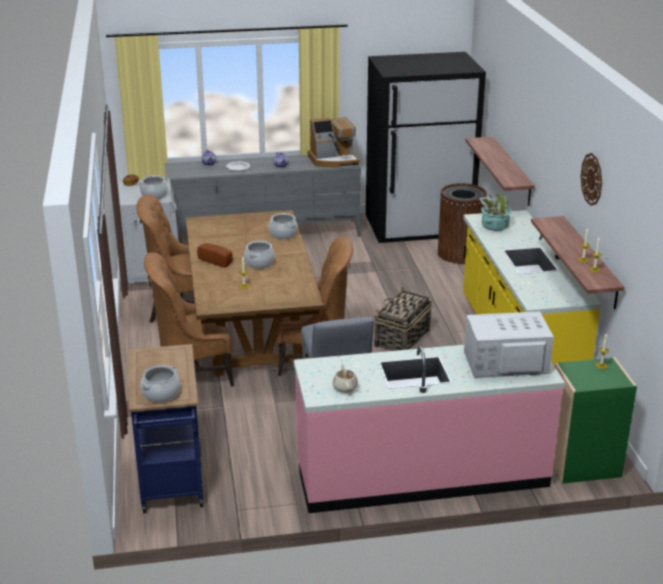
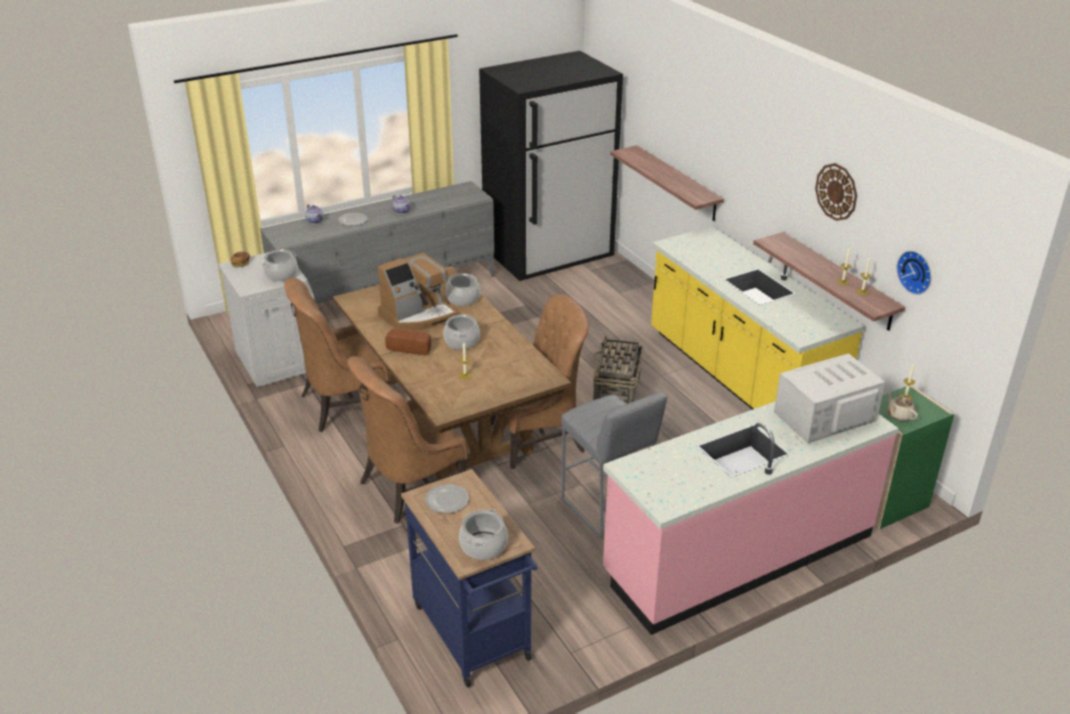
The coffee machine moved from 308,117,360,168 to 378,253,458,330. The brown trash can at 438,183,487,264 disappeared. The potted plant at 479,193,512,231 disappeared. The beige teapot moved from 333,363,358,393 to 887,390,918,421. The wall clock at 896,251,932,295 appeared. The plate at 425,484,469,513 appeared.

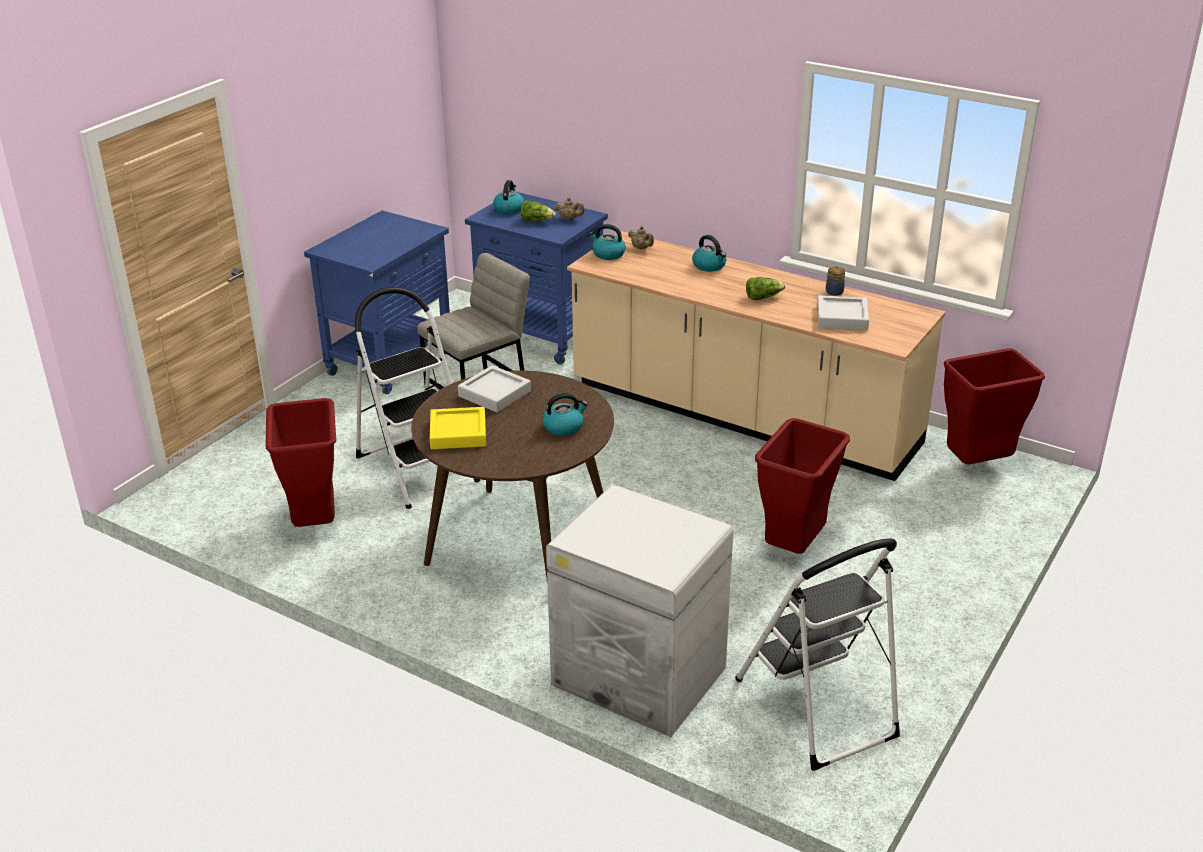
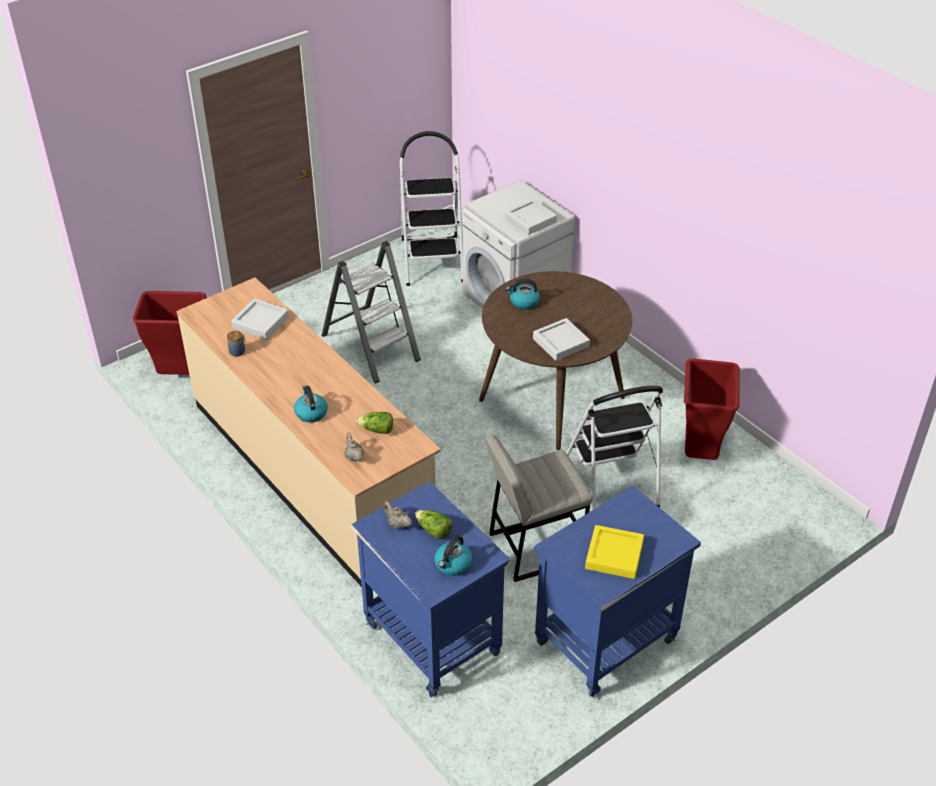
The kettle at 588,224,626,260 disappeared. The lettuce moved from 746,277,785,300 to 356,412,393,434. The yellow tray moved from 430,407,486,449 to 585,525,644,579. The red trash can at 755,418,850,554 was replaced by the grey step ladder at 321,241,421,384. The grey tray at 505,199,557,235 appeared.

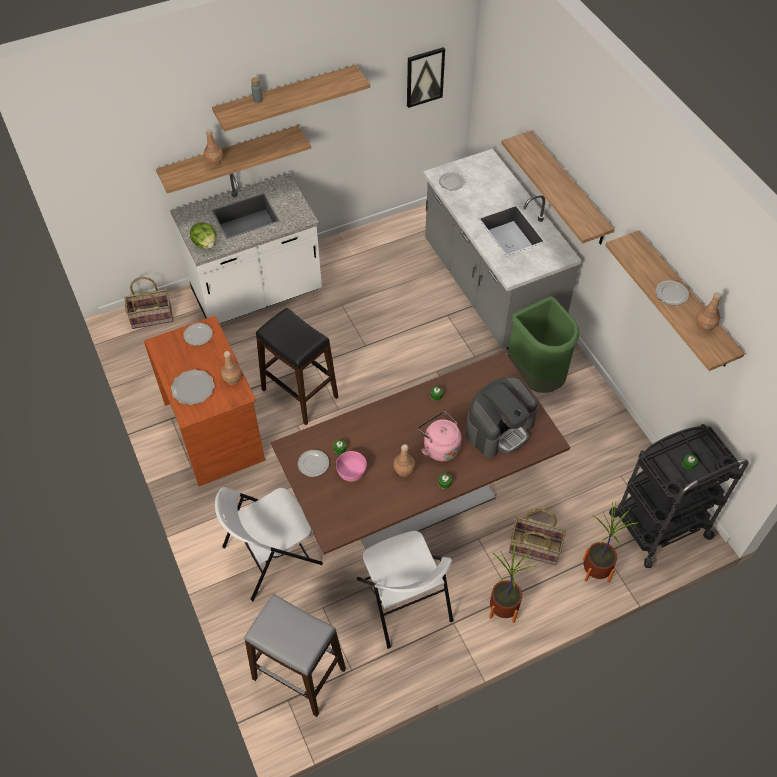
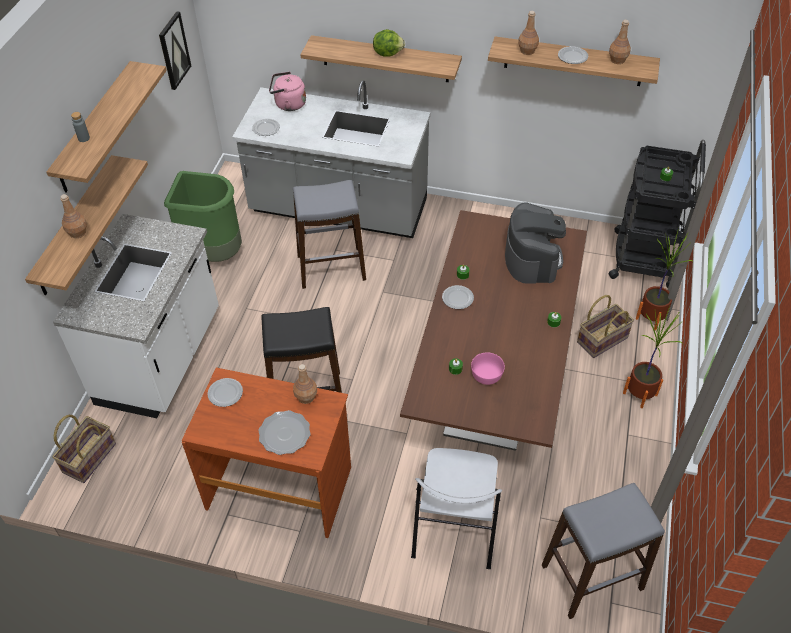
The lettuce moved from 190,222,216,249 to 373,29,405,57. The green trash can moved from 507,296,579,393 to 164,171,242,262. The pink kettle moved from 418,411,462,461 to 269,72,306,111. The brown bottle moved from 394,444,415,477 to 518,11,539,55. The plate moved from 298,450,329,477 to 442,285,474,309. The white chair at 356,531,454,649 disappeared. The grey stool at 293,180,366,289 appeared.

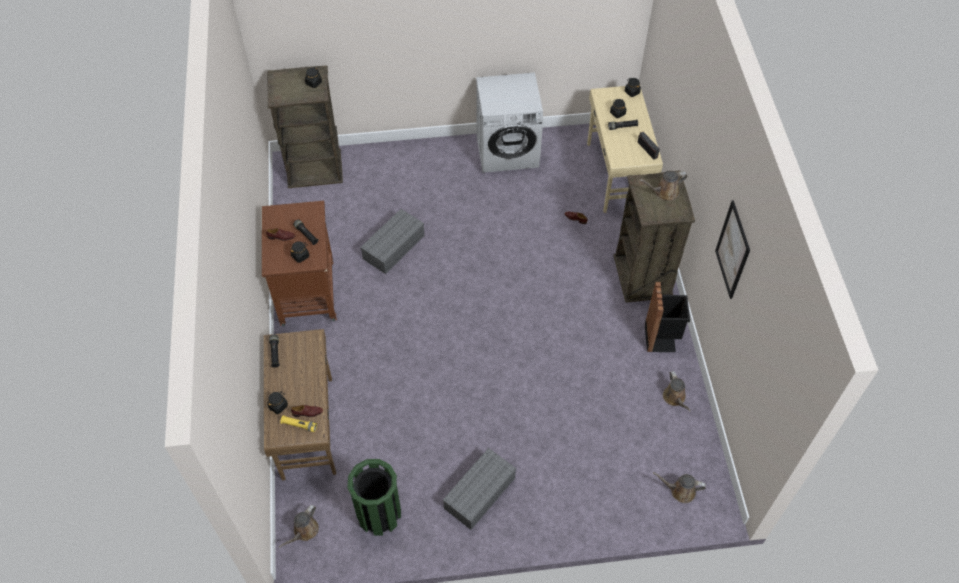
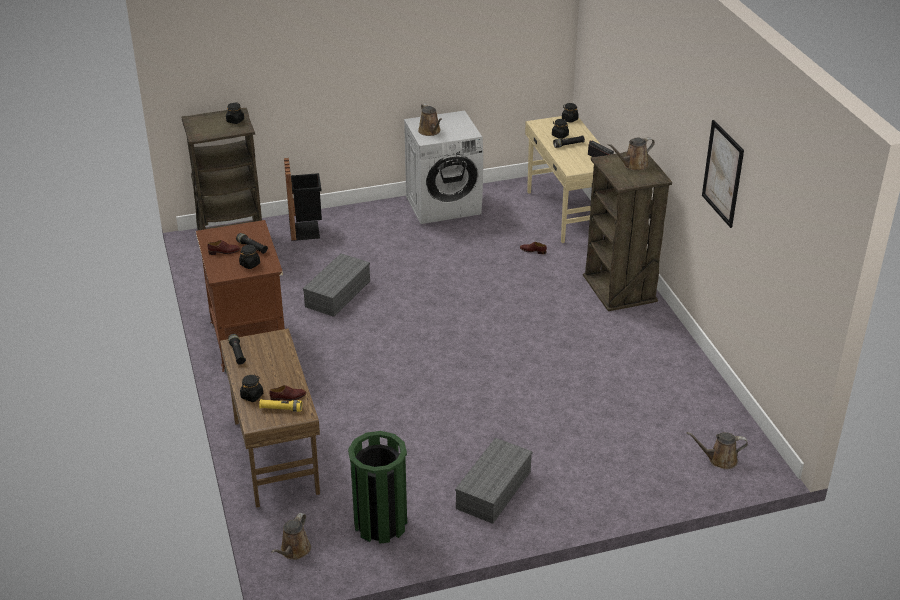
The black trash can moved from 645,282,690,352 to 284,158,322,241. The brown watering can moved from 663,371,691,412 to 418,103,442,136.

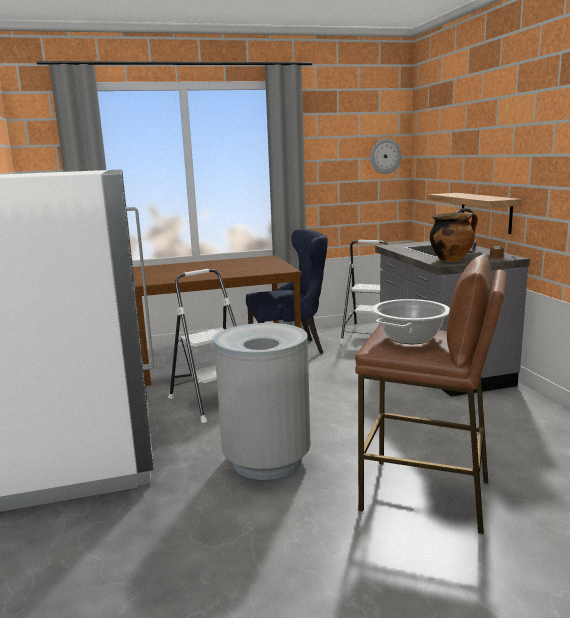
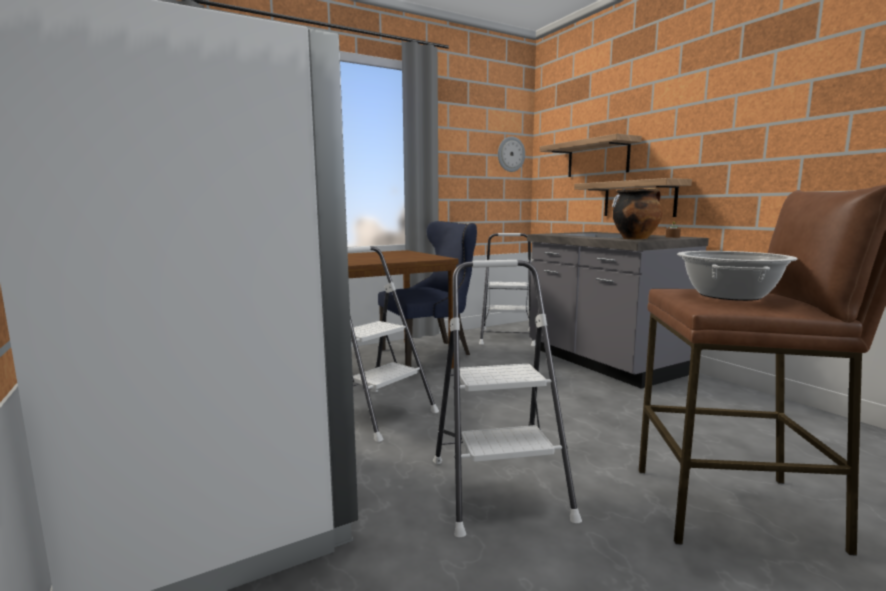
The grey trash can at 214,323,311,480 was replaced by the white step ladder at 433,260,582,538. The shelf at 540,134,642,177 appeared.

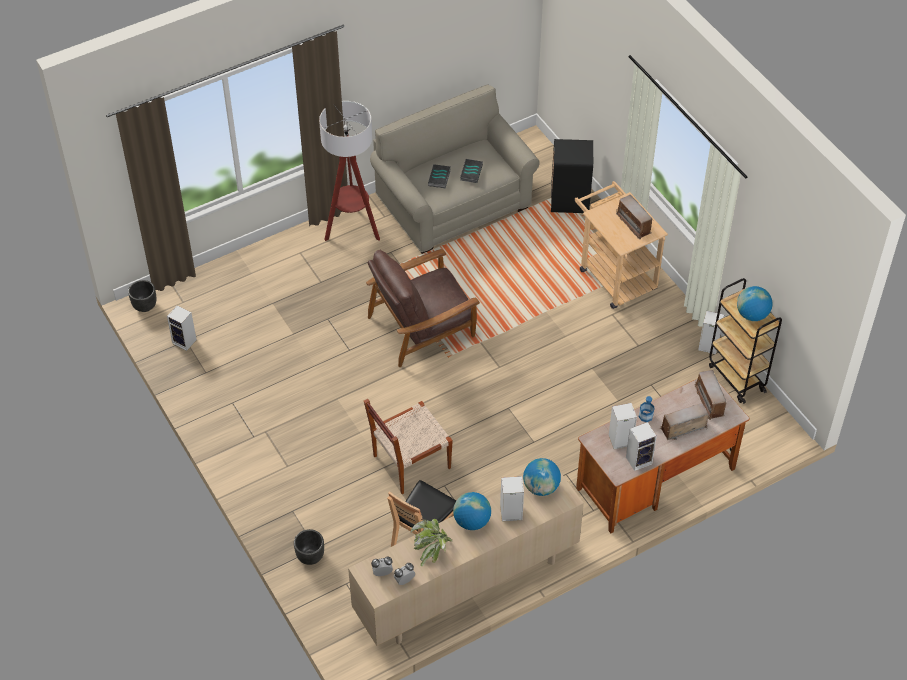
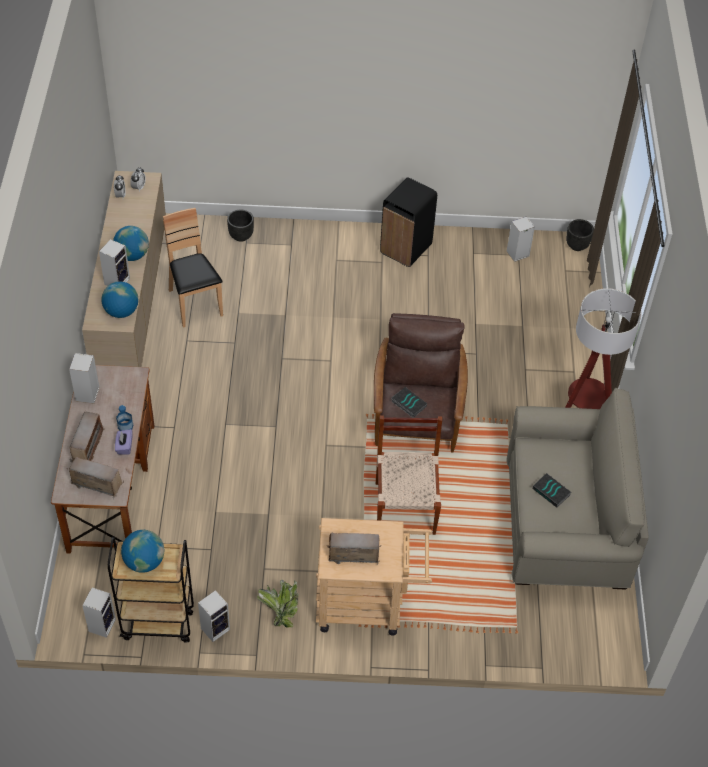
The black trash can moved from 551,139,593,213 to 380,177,437,267. The book moved from 428,164,451,188 to 391,387,427,418. The chair moved from 364,399,452,494 to 376,415,442,535. The speaker moved from 609,403,637,450 to 82,587,116,638. The potted plant moved from 411,519,452,566 to 257,580,299,628. The purple tissue box at 115,429,132,455 appeared.

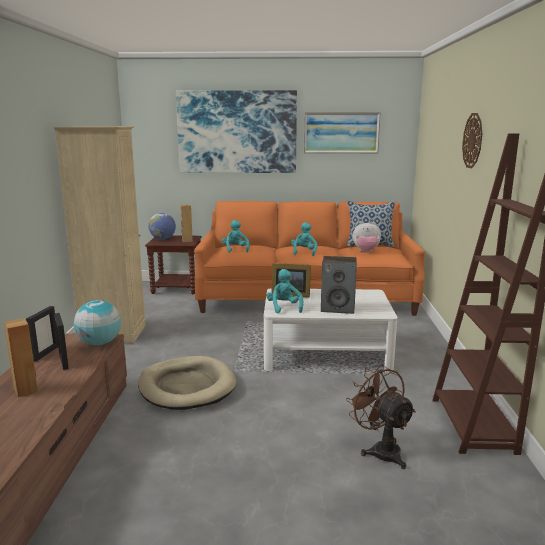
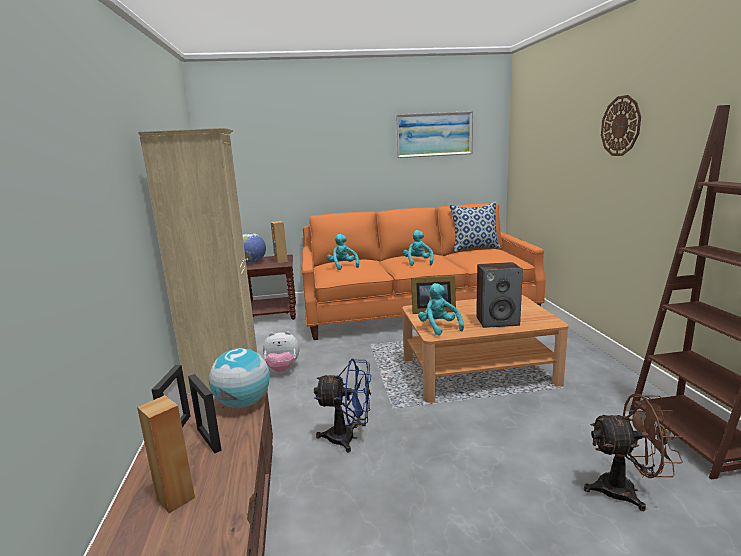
The picture at 176,90,297,173 disappeared. The plush toy moved from 353,222,381,252 to 263,331,299,372. The white coffee table at 263,288,398,373 became the brown coffee table at 402,295,569,403. The beige dog bed at 138,356,236,410 was replaced by the blue fan at 314,359,371,453. The brown fan at 346,365,416,469 turned 135 degrees clockwise.

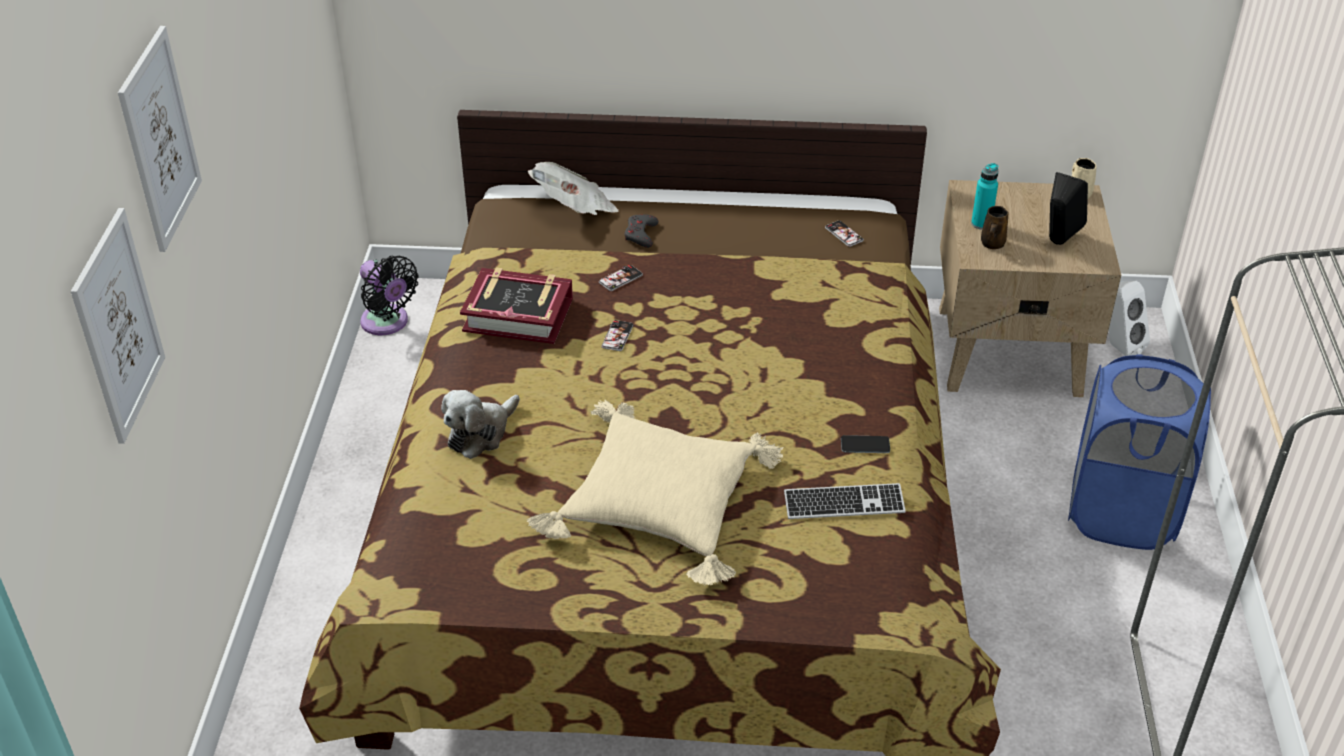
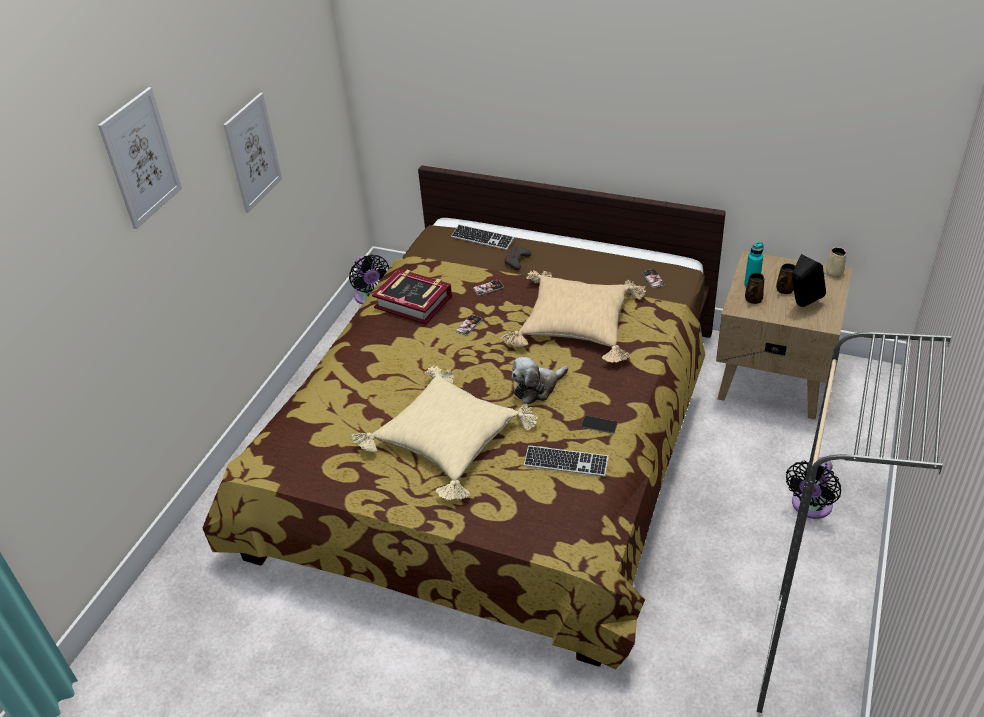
The newspaper at 528,162,619,215 was replaced by the keyboard at 451,224,514,250. The picture moved from 71,208,165,444 to 223,93,282,213. The white speaker at 1109,281,1150,356 disappeared. The blue laundry basket at 1068,355,1211,550 was replaced by the black fan at 786,457,841,519. The plush toy moved from 441,390,520,459 to 512,357,568,404. The brown mug at 776,263,795,294 appeared. The beige pillow at 501,270,646,363 appeared.

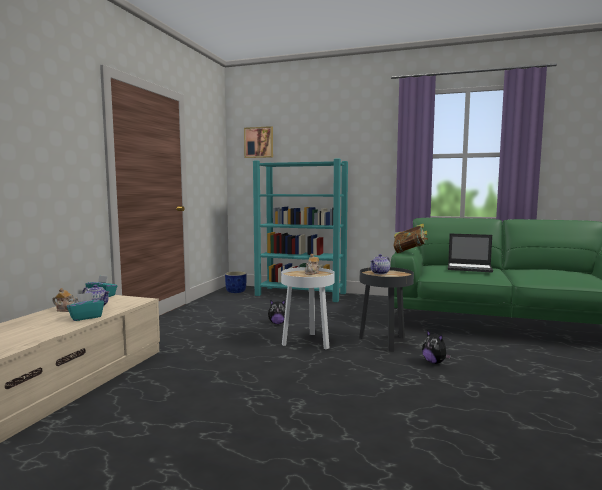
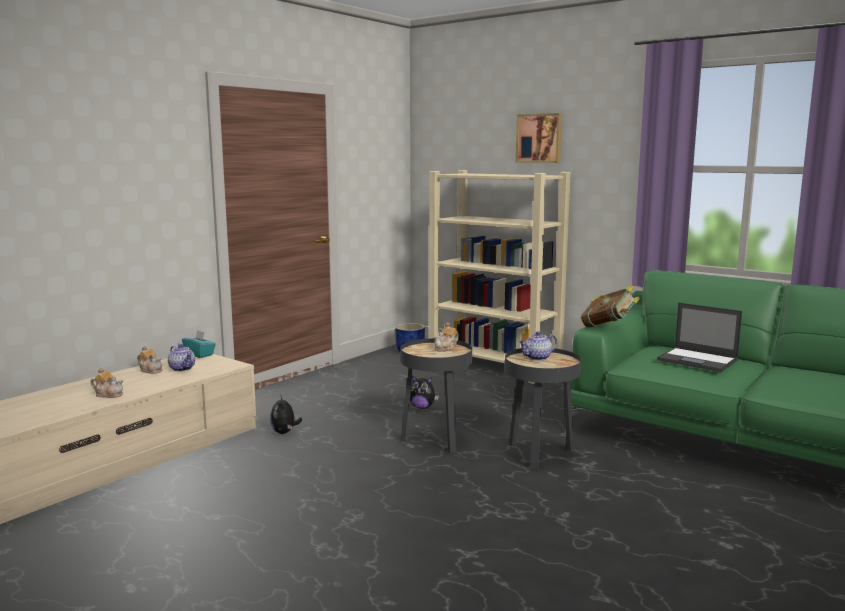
The picture moved from 244,126,273,158 to 516,113,562,163. The turquoise bookcase at 253,159,348,302 became the beige bookcase at 429,170,571,384. The white side table at 281,267,335,349 became the black side table at 400,338,472,453. The turquoise tissue box at 67,292,104,321 disappeared. The plush toy moved from 422,330,451,364 to 270,397,302,434. The teapot at 90,368,123,398 appeared.

